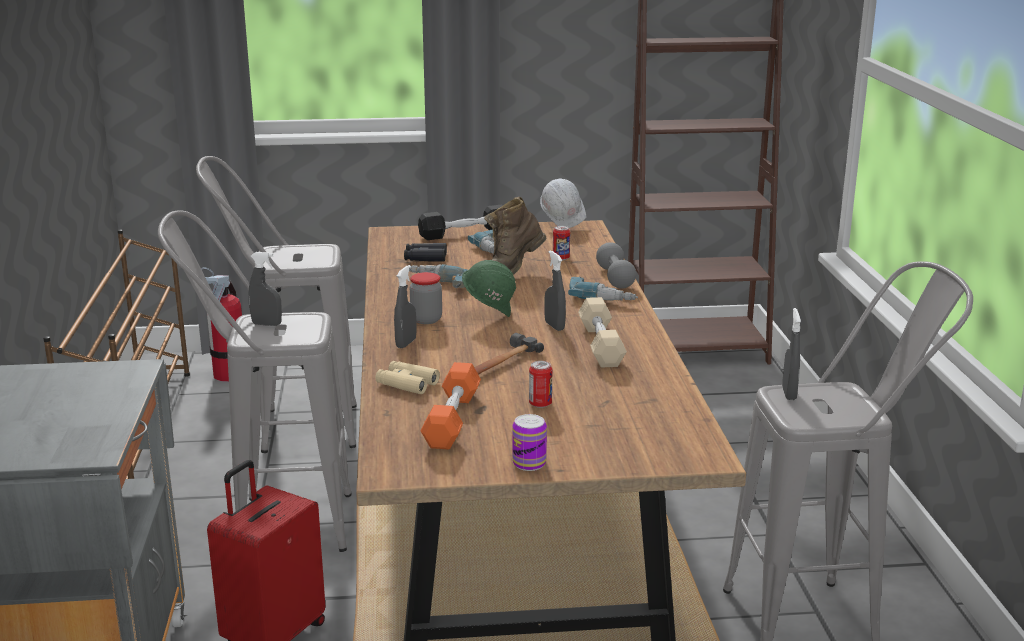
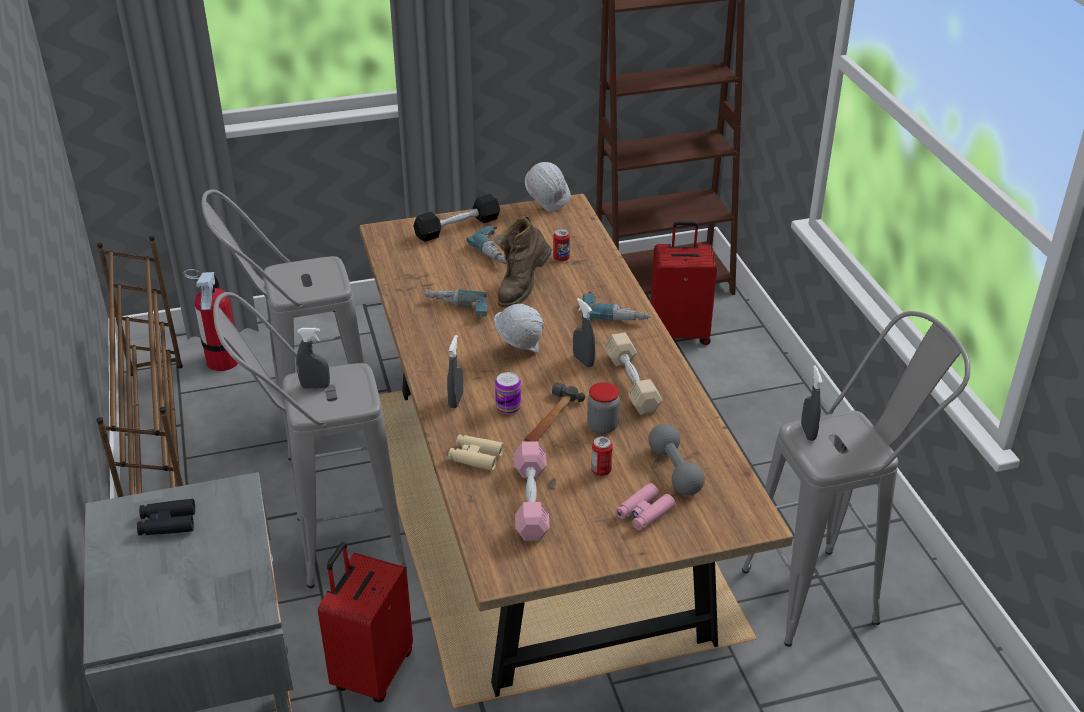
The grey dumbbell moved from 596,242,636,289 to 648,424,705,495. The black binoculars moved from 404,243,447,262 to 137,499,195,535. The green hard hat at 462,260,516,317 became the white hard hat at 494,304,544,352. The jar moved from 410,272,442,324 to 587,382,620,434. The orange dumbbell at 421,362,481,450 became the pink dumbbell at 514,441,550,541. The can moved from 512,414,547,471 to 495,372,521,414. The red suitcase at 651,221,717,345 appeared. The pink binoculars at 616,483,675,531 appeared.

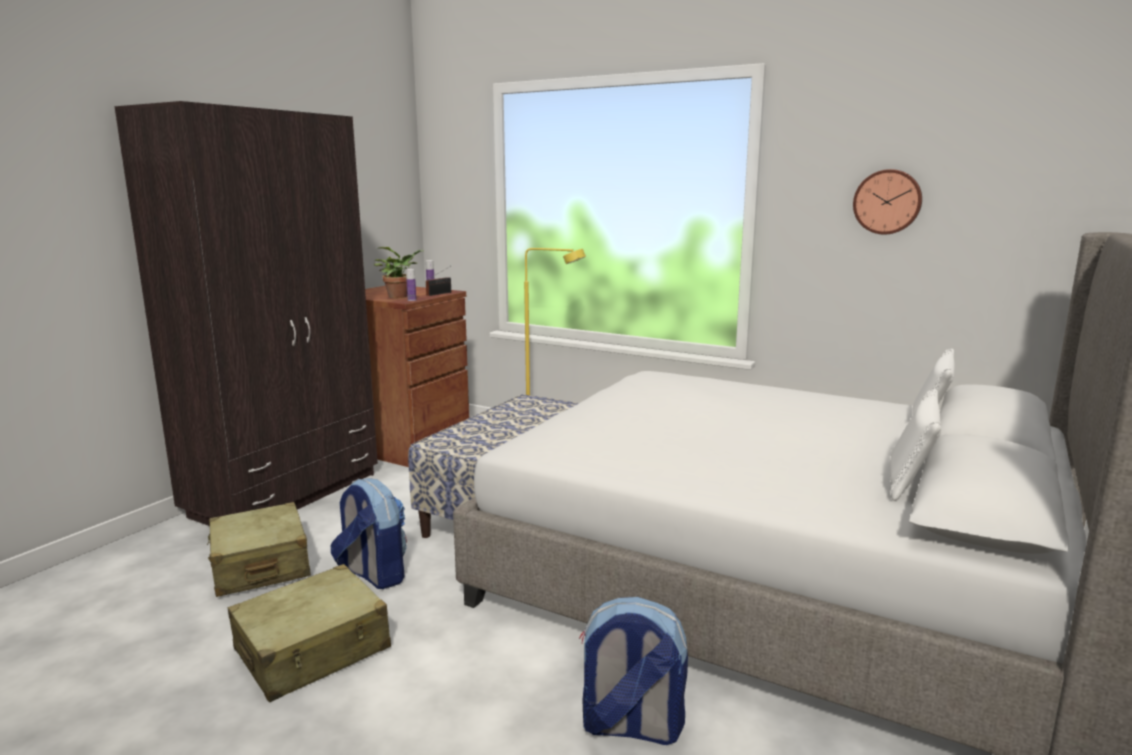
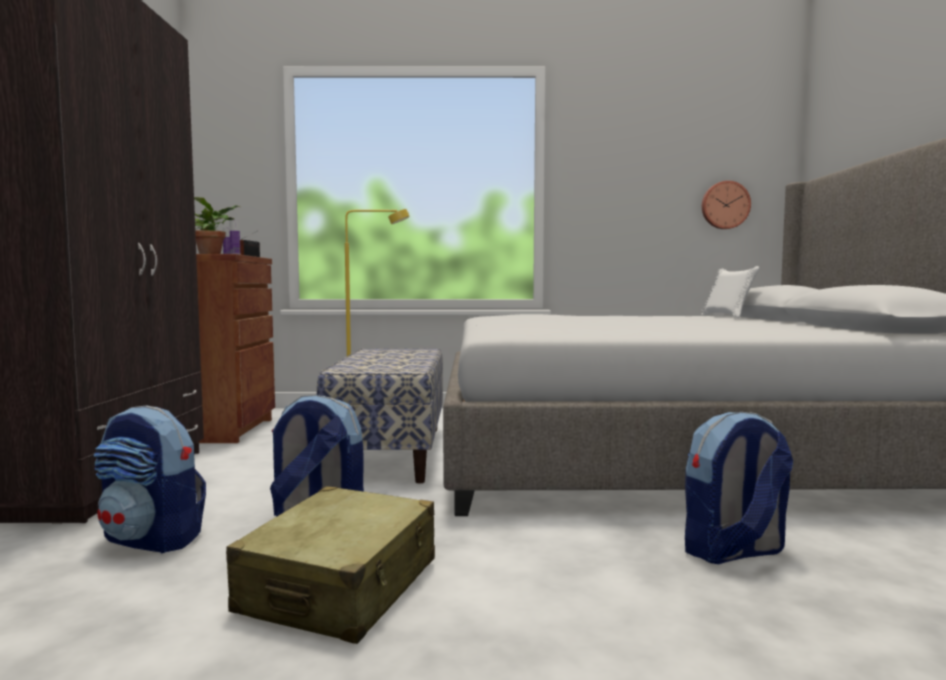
The wall clock moved from 853,169,922,235 to 702,181,751,229. The white pillow at 889,389,941,501 disappeared. The beige suitcase at 207,502,311,597 was replaced by the backpack at 93,405,206,554.

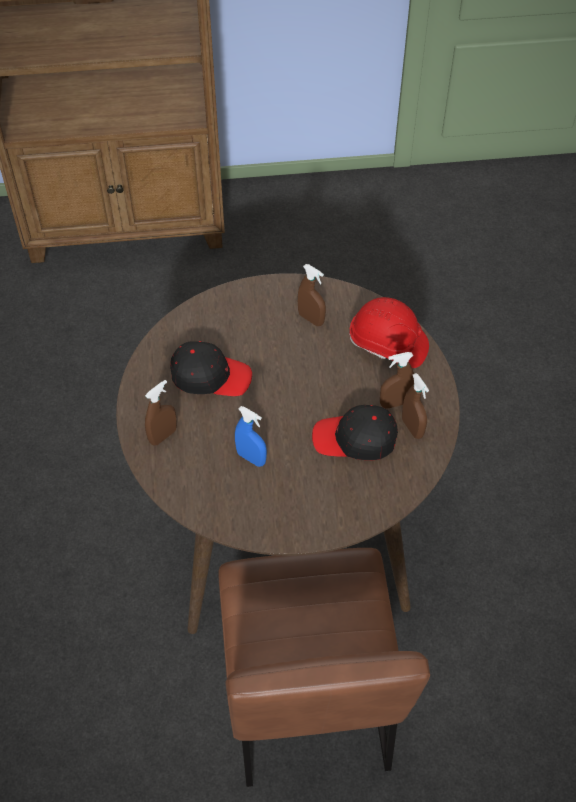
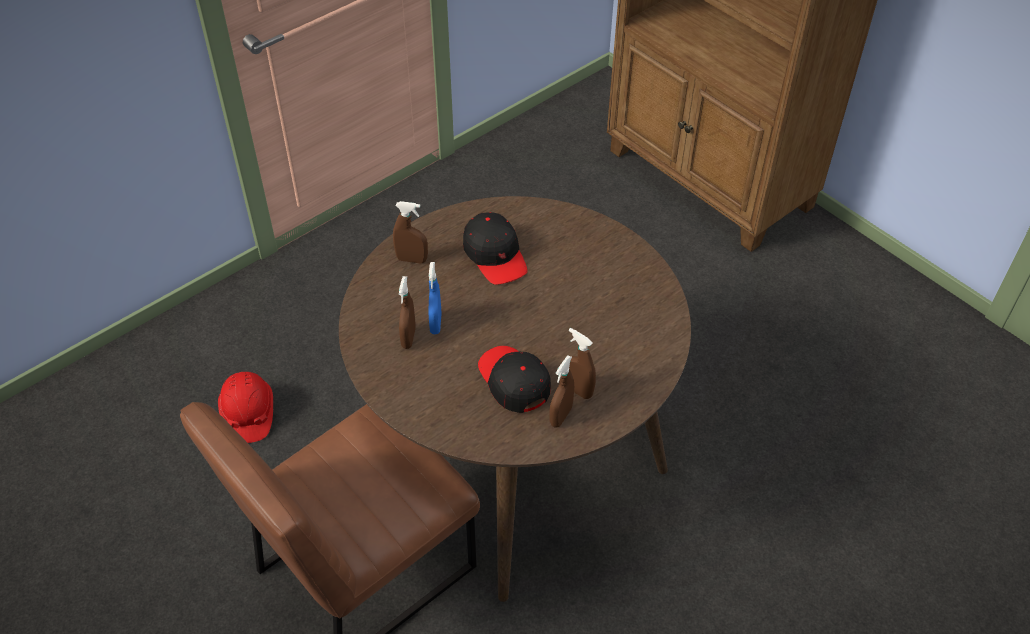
The brown spray bottle moved from 297,264,326,326 to 399,276,416,349. The red hard hat moved from 349,297,429,368 to 218,372,273,443.

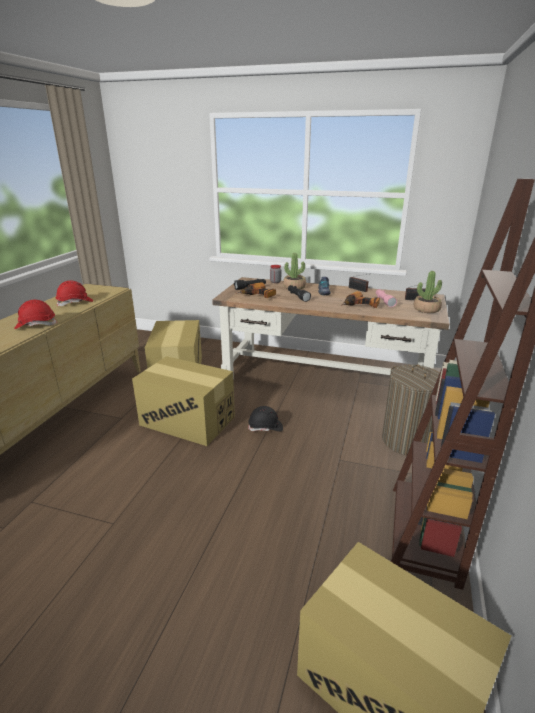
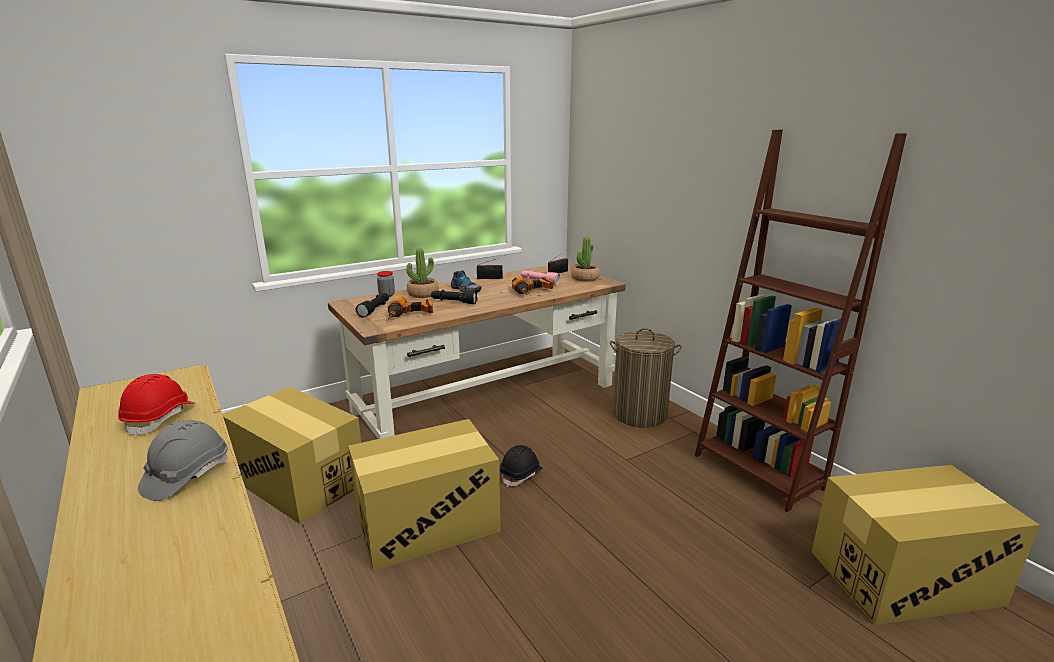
The red hard hat at 14,300,57,329 became the grey hard hat at 138,420,228,501.

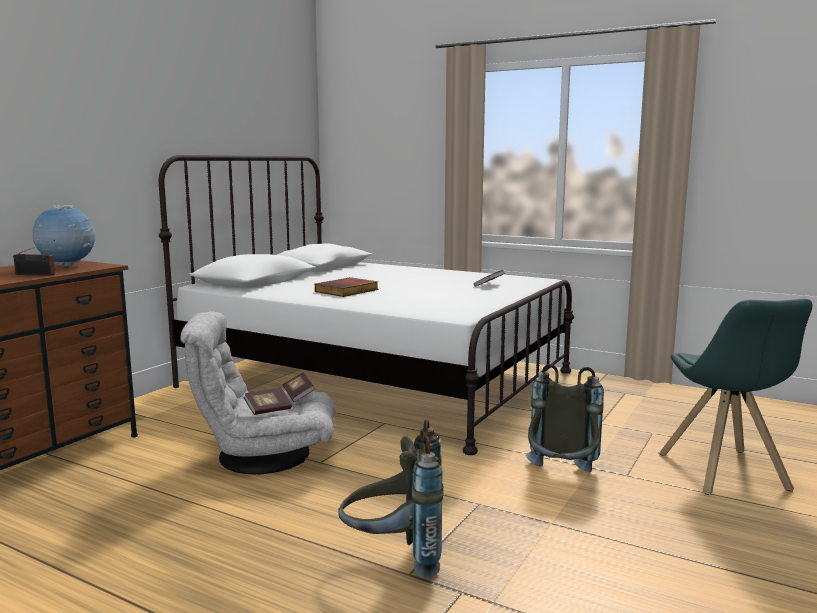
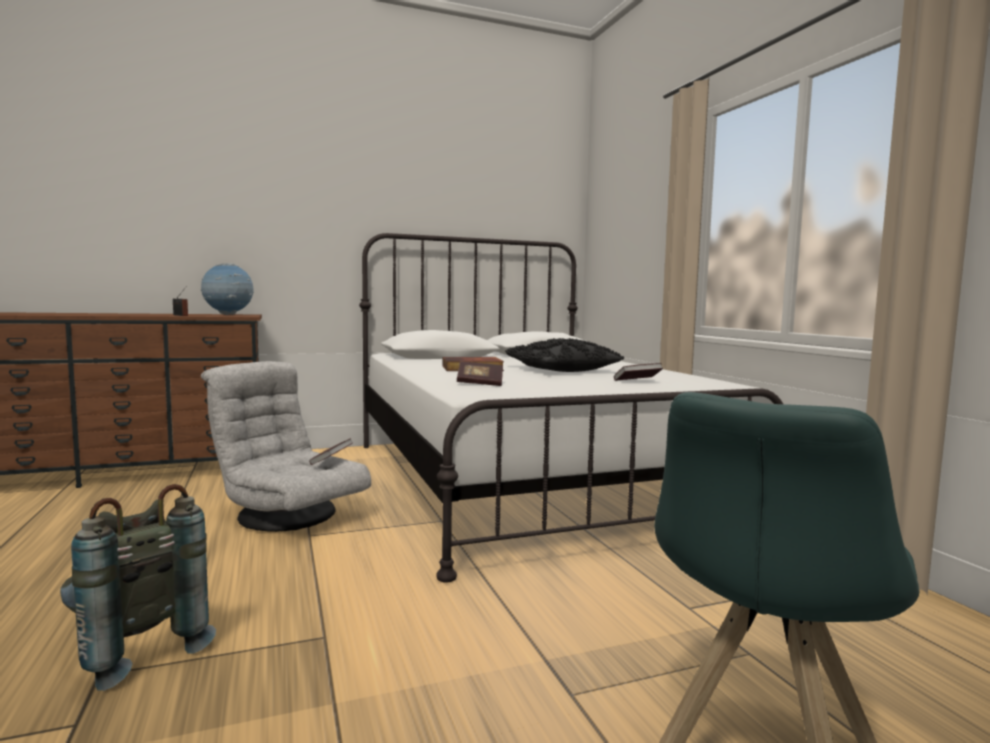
The grey backpack at 526,364,604,472 disappeared. The book moved from 244,388,292,415 to 457,362,503,386. The black pillow at 505,338,624,372 appeared.

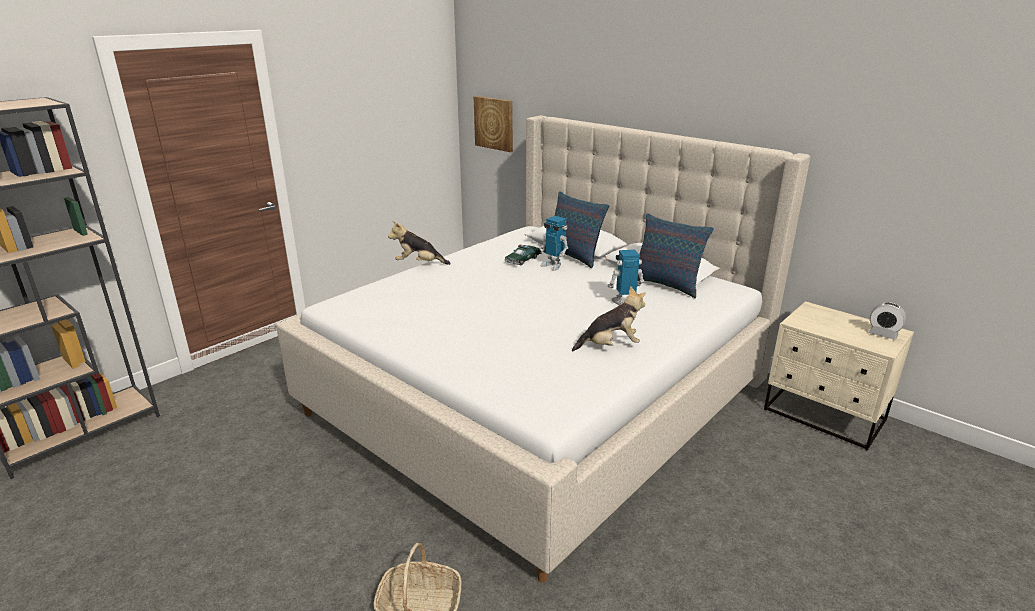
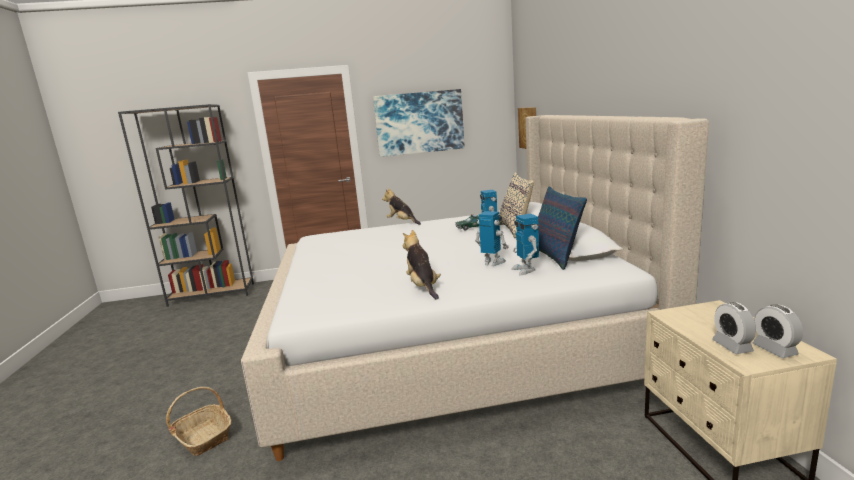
The blue pillow at 543,191,609,268 became the beige pillow at 499,172,534,238. The plush toy at 572,286,646,351 turned 135 degrees counterclockwise. The picture at 373,89,465,157 appeared. The toy robot at 511,214,539,275 appeared. The alarm clock at 712,302,756,354 appeared.

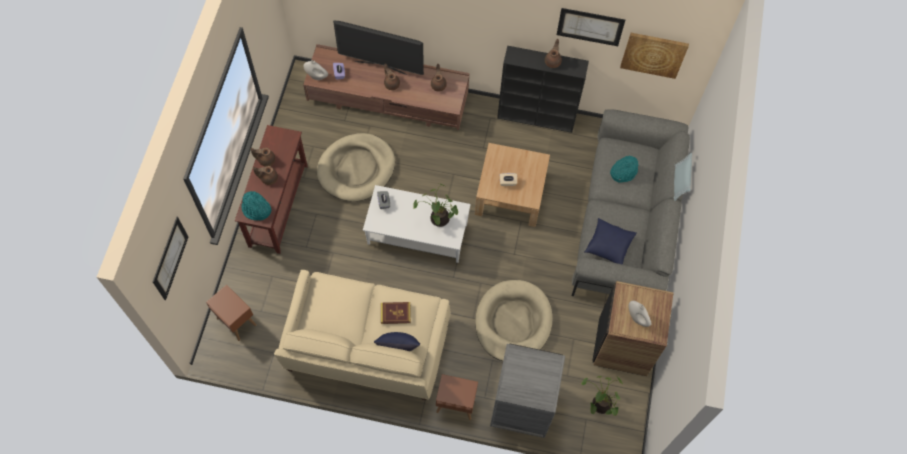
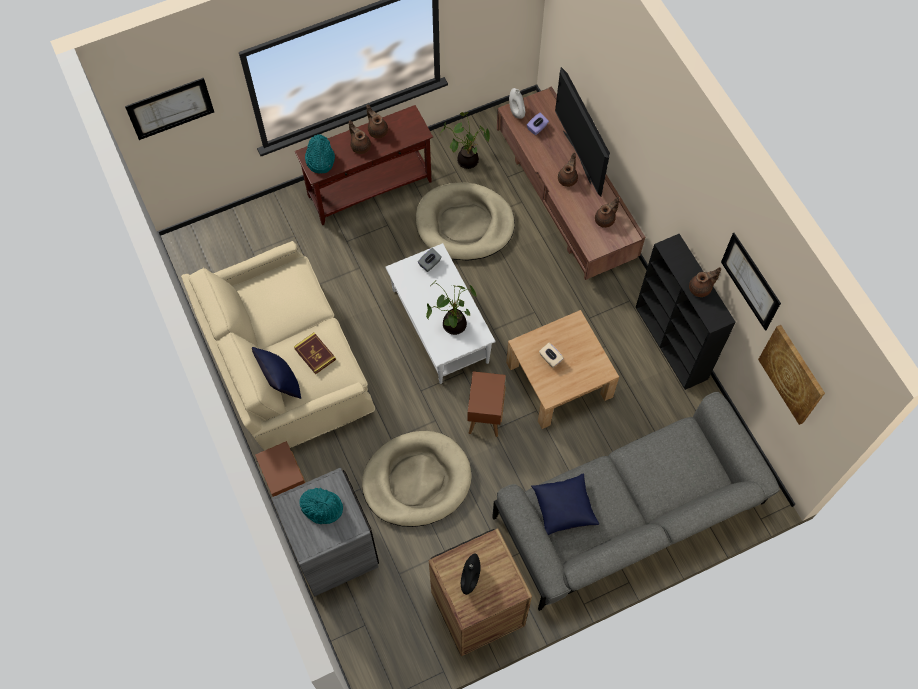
The blue pillow at 673,153,692,201 disappeared. The turquoise hat moved from 610,156,638,183 to 299,488,343,524. The brown side table moved from 206,284,257,341 to 467,371,506,437. The white vase at 628,301,651,327 became the black vase at 461,554,481,595. The potted plant moved from 581,376,623,416 to 440,112,490,169.

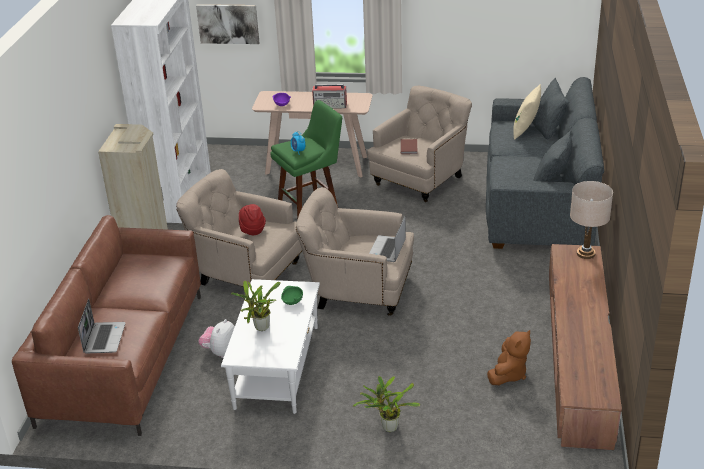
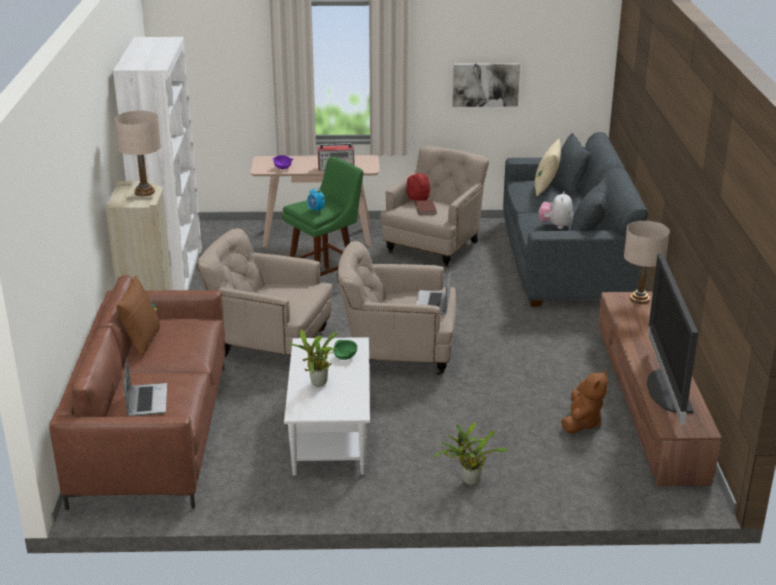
The picture moved from 196,4,259,44 to 453,63,520,107. The red hat moved from 239,204,266,235 to 406,173,431,201. The plush toy moved from 198,319,235,358 to 539,191,573,229. The beige table lamp at 115,110,161,196 appeared. The television at 647,254,698,425 appeared. The brown pillow at 116,276,160,357 appeared.

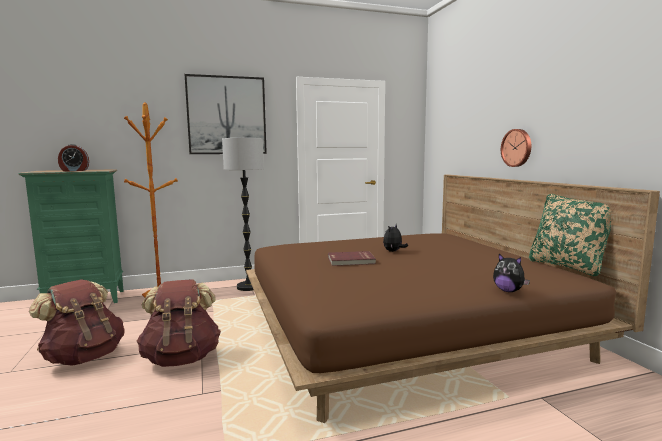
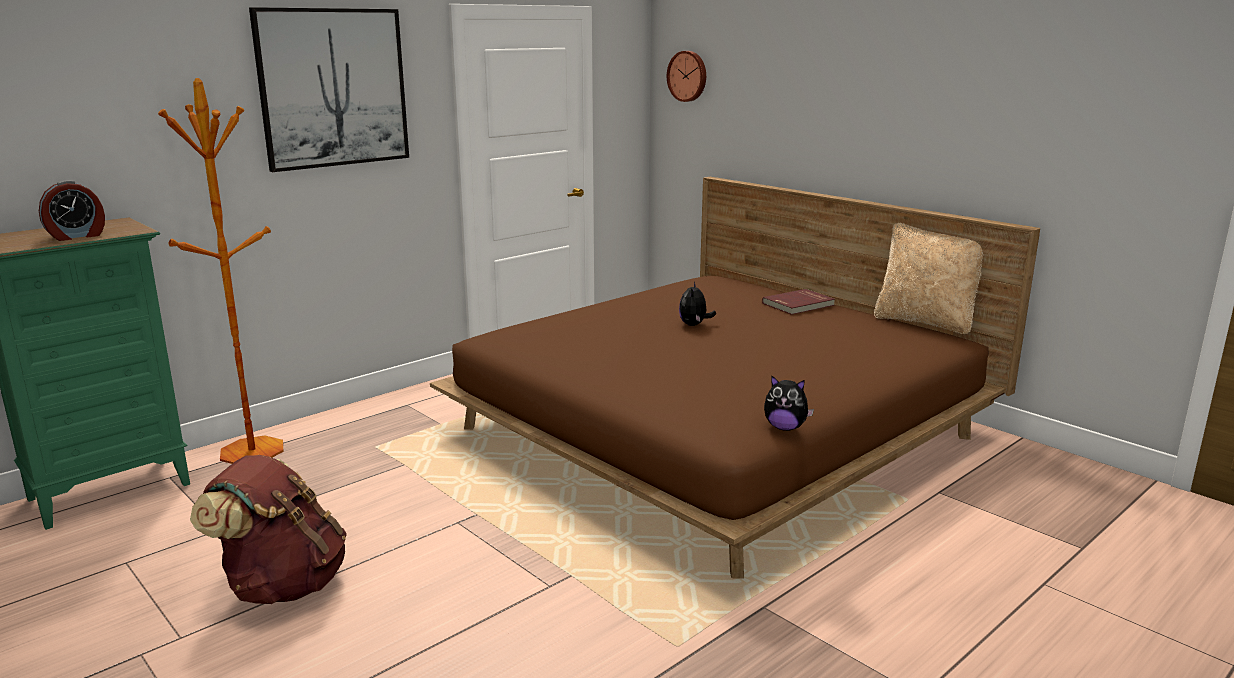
The wall clock moved from 501,129,531,167 to 667,51,706,102. The floor lamp at 222,138,264,291 disappeared. The green pillow at 529,194,611,277 became the beige pillow at 874,223,983,335. The red book moved from 328,251,376,266 to 762,289,835,315. The plush toy moved from 493,254,530,292 to 764,375,814,431. The brown backpack at 137,279,221,367 disappeared.

